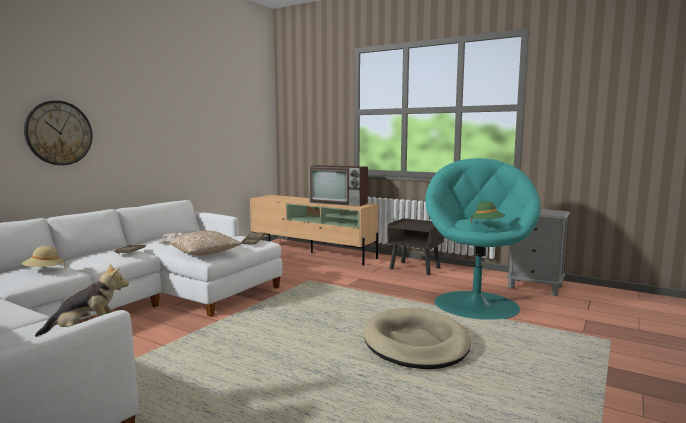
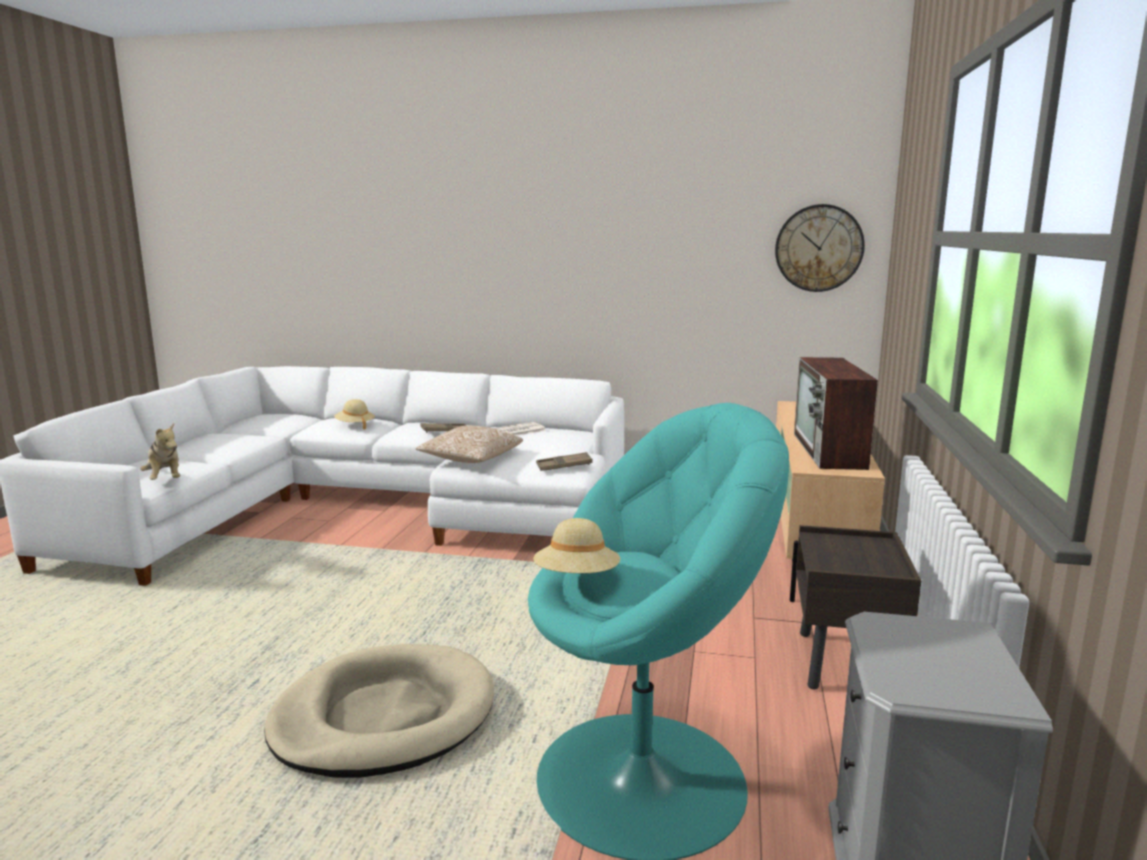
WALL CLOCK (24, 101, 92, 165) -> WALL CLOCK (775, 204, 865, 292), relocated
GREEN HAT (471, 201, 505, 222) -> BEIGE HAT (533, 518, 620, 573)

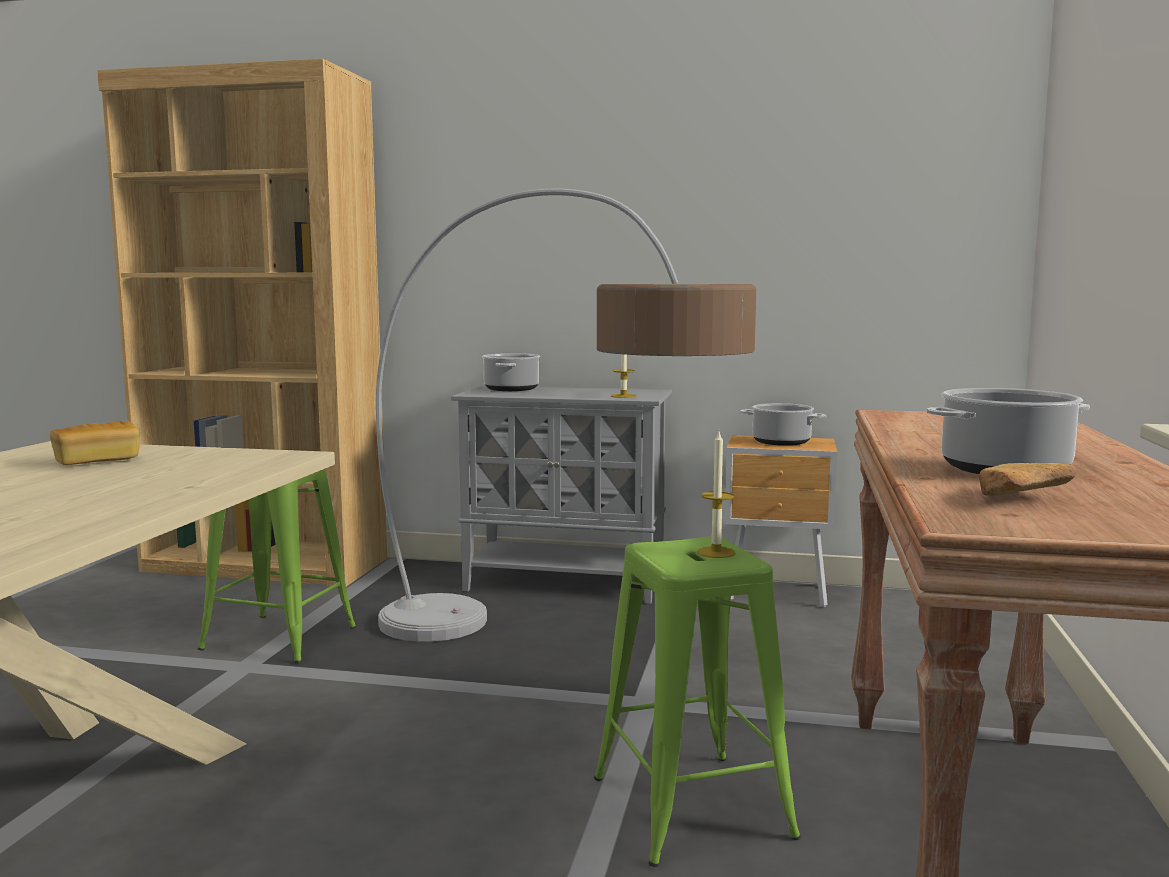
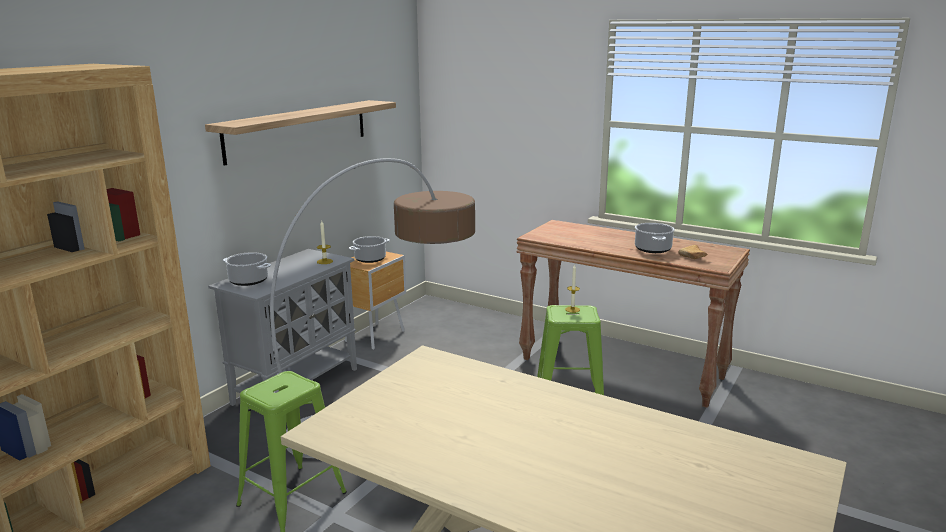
BREAD (50, 421, 140, 465) -> none
none -> SHELF (205, 100, 396, 166)

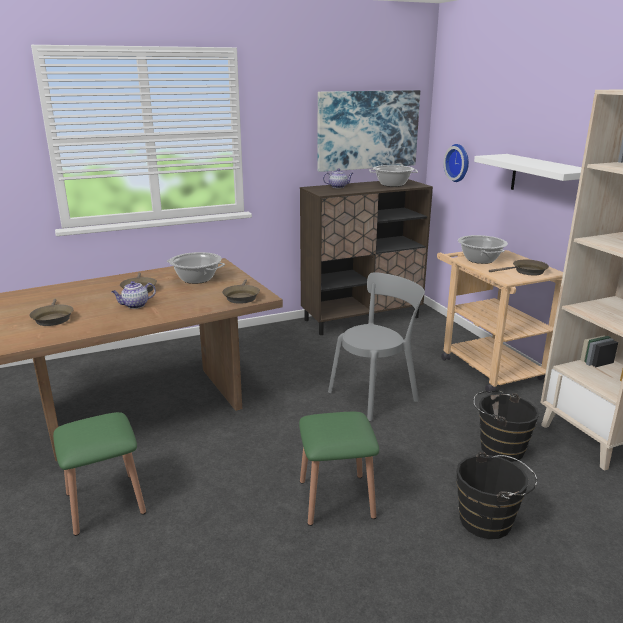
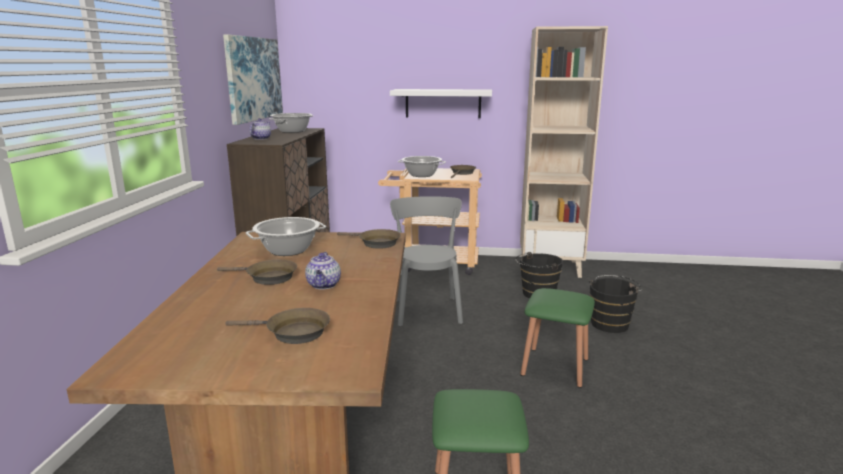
WALL CLOCK (444, 144, 469, 182) -> none

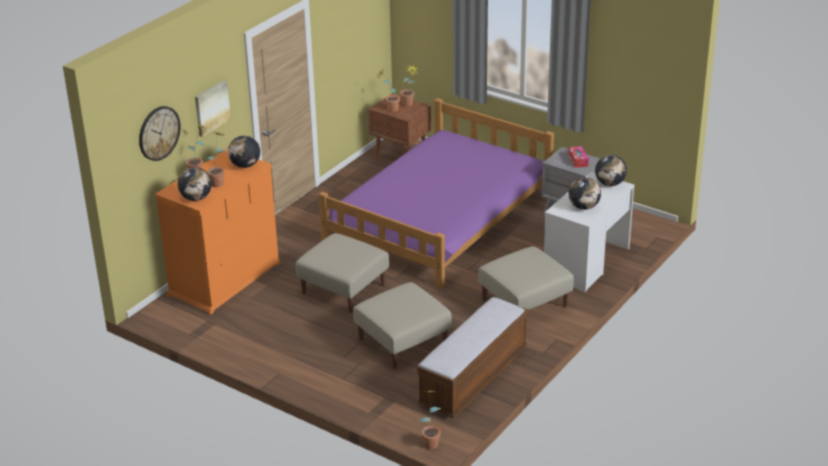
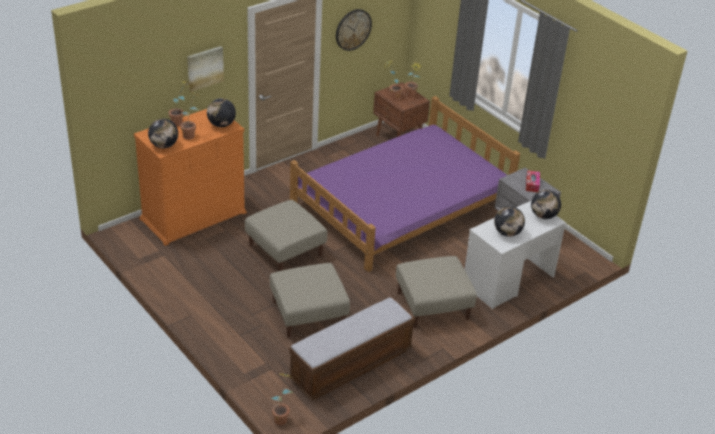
WALL CLOCK (139, 106, 181, 161) -> WALL CLOCK (336, 9, 372, 51), relocated

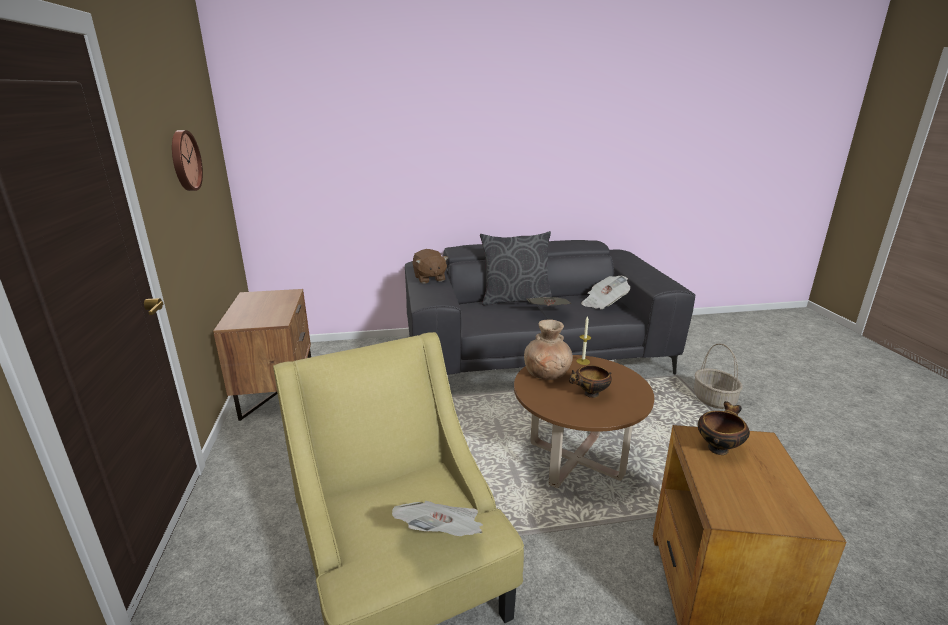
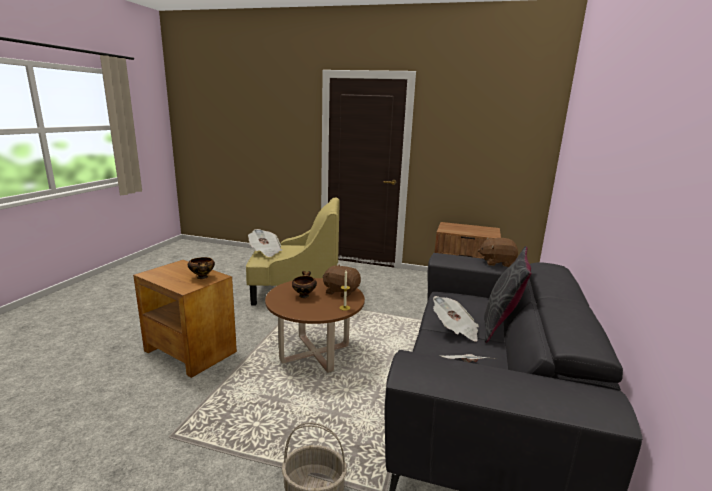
WALL CLOCK (172, 130, 203, 191) -> none
BROWN VASE (524, 320, 573, 380) -> BROWN PLUSH TOY (323, 264, 361, 298)

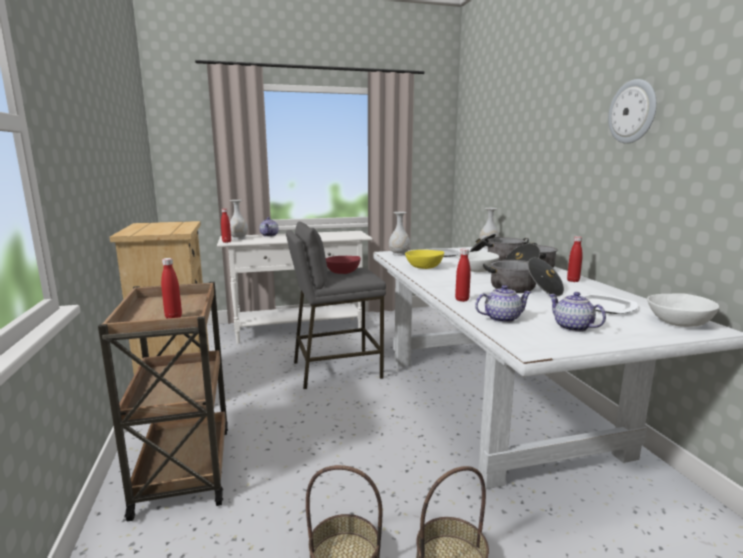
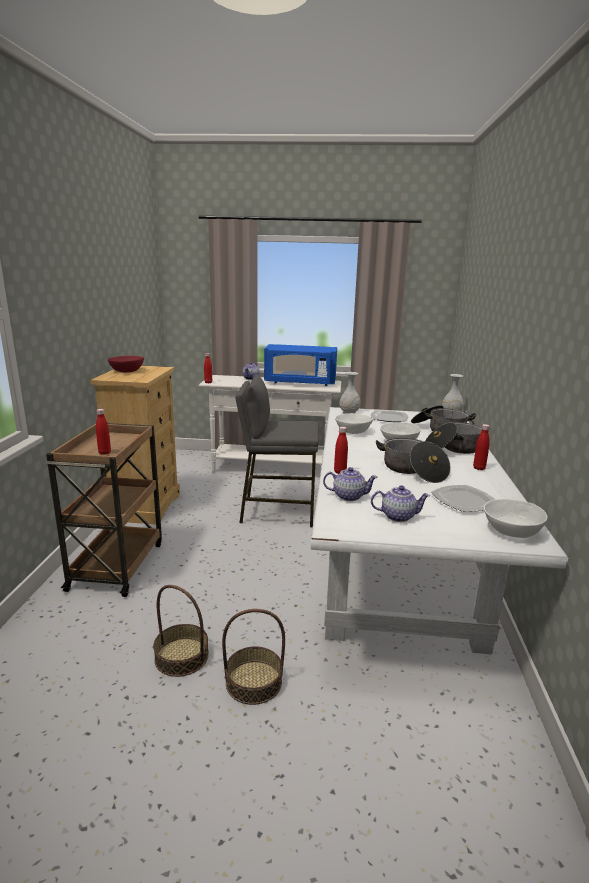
WALL CLOCK (608, 79, 657, 144) -> none
WHITE VASE (230, 200, 248, 240) -> none
YELLOW BOWL (405, 250, 444, 269) -> WHITE BOWL (335, 413, 373, 434)
RED BOWL (326, 256, 361, 274) -> RED BOWL (107, 356, 144, 373), relocated
TEAPOT (548, 292, 606, 332) -> TEAPOT (371, 485, 430, 522), 105 degrees clockwise
none -> BLUE MICROWAVE (264, 344, 337, 386)

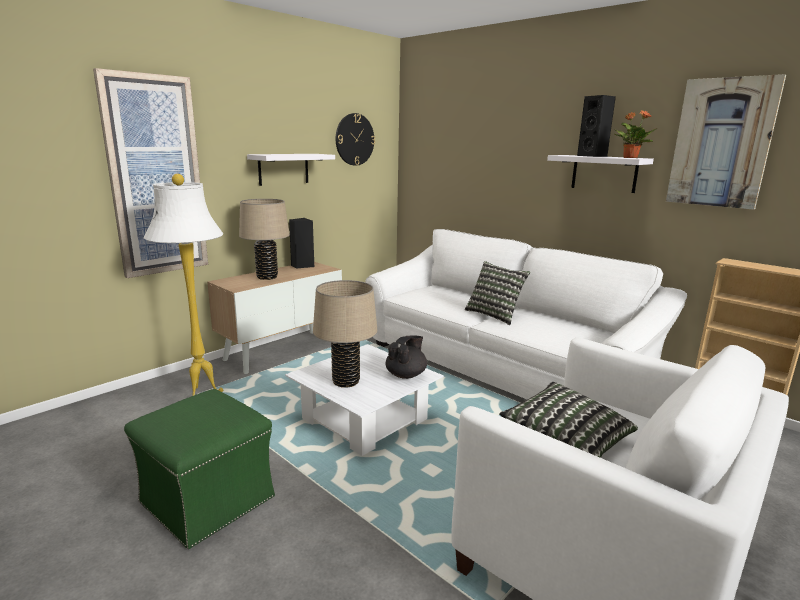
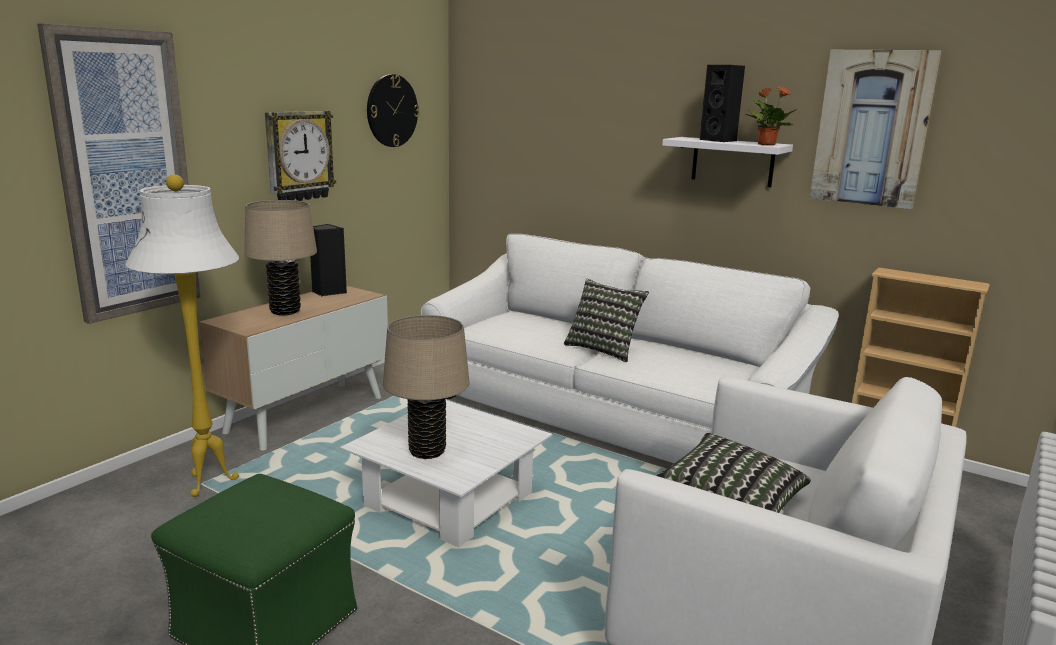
WHITE SHELF (247, 154, 335, 186) -> WALL CLOCK (265, 111, 336, 201)
BLACK TEAPOT (386, 335, 427, 379) -> none

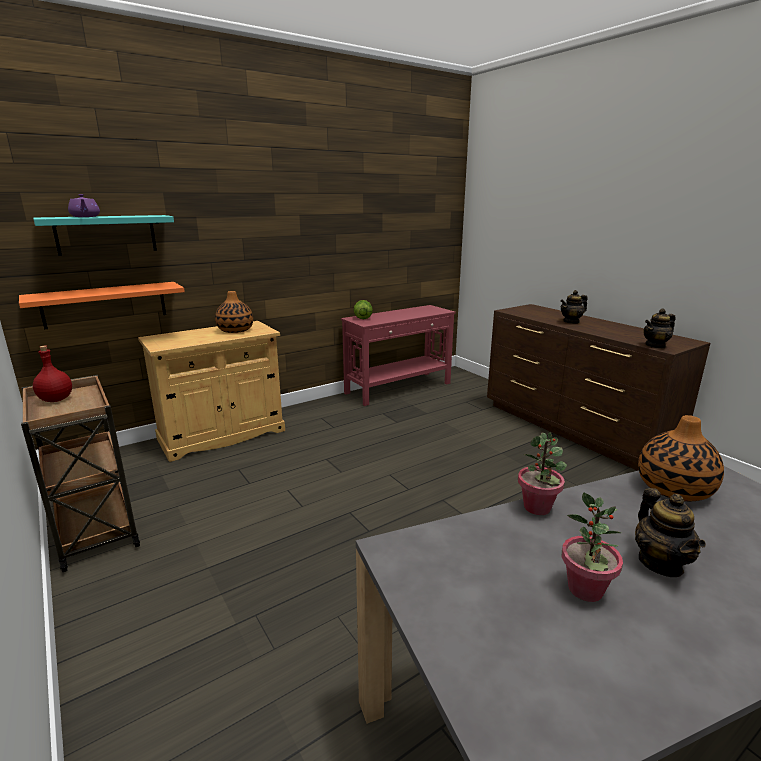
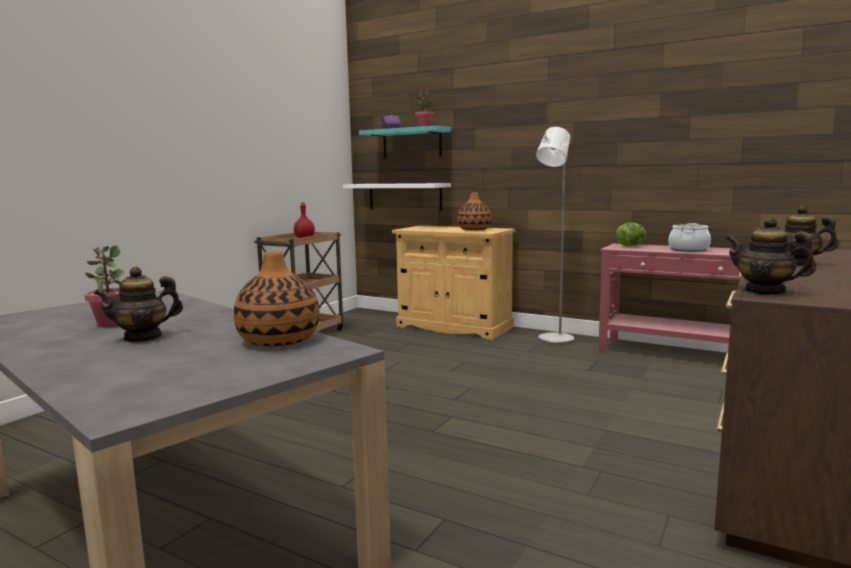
ORANGE SHELF (19, 282, 185, 330) -> WHITE SHELF (343, 183, 451, 211)
POTTED PLANT (518, 432, 567, 515) -> POTTED PLANT (415, 91, 434, 127), relocated
none -> GREY FLOOR LAMP (536, 127, 575, 346)
none -> COOKING POT (668, 223, 711, 252)

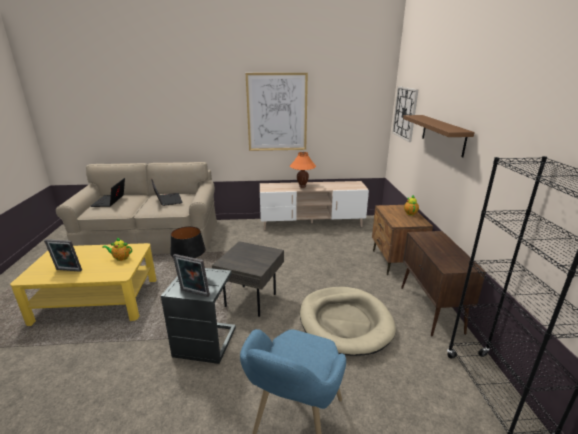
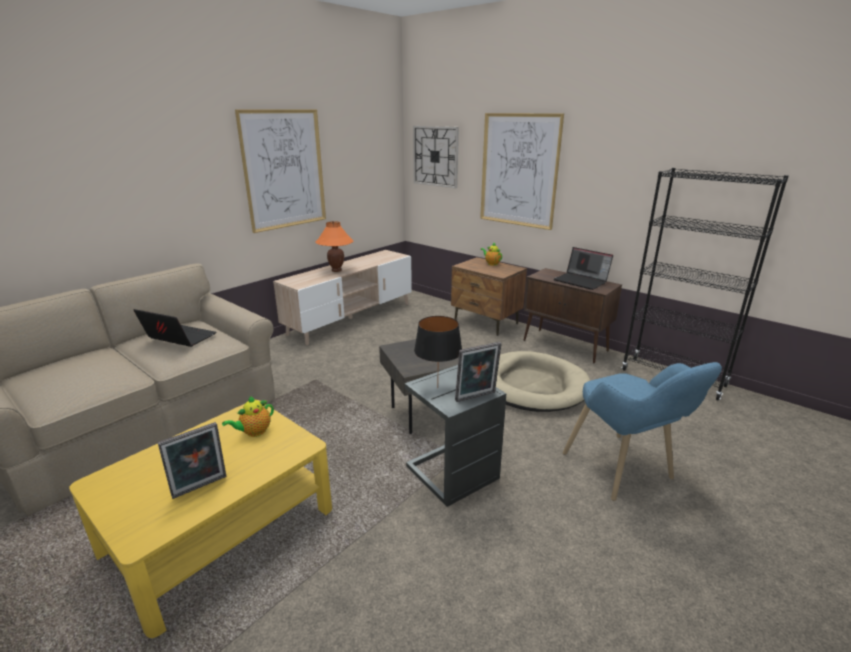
BROWN SHELF (403, 115, 475, 157) -> PICTURE (480, 113, 564, 230)
LAPTOP (91, 178, 125, 207) -> LAPTOP (554, 247, 613, 290), relocated

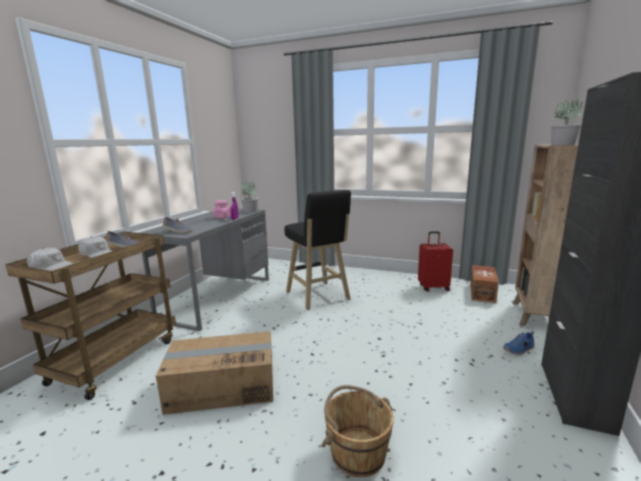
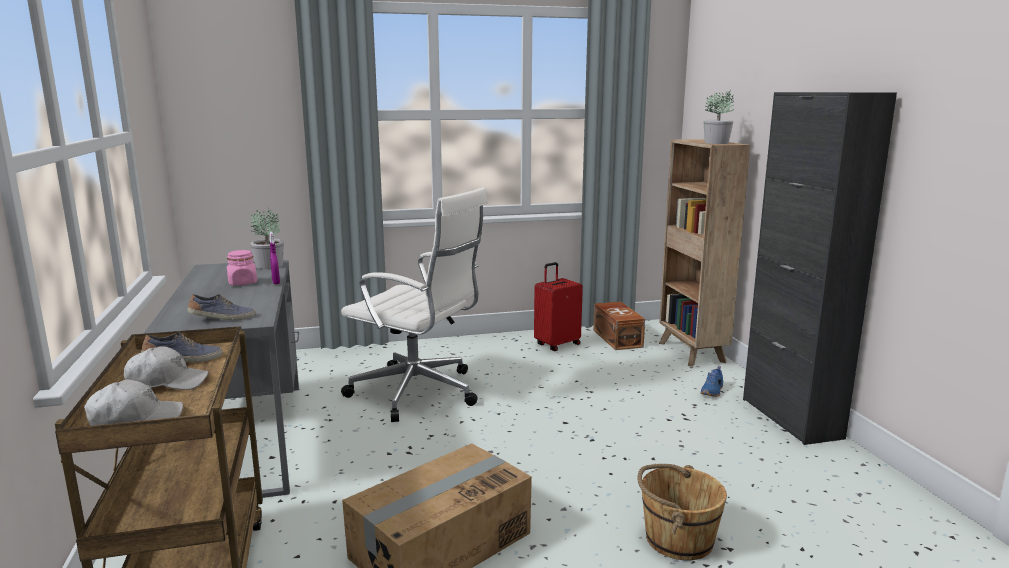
BLACK STOOL (284, 190, 351, 310) -> WHITE OFFICE CHAIR (341, 187, 488, 422)

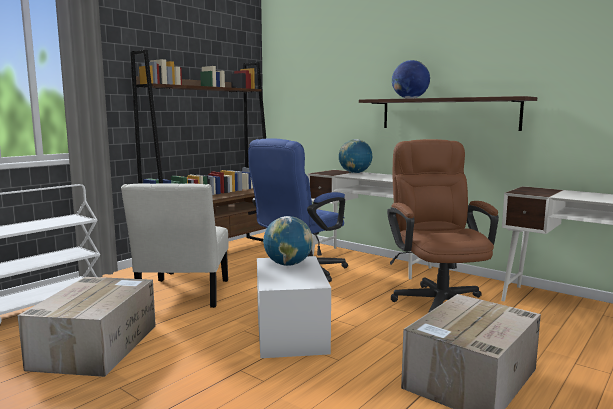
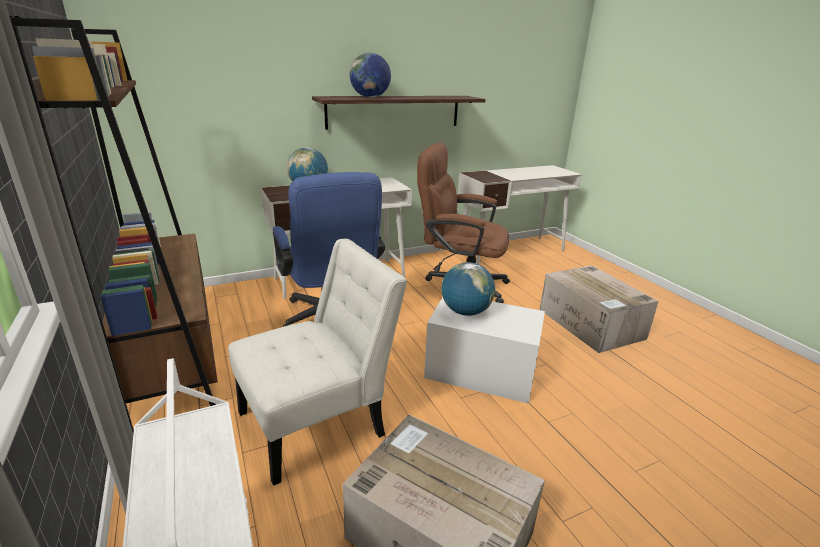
WHITE CHAIR (121, 183, 228, 308) -> WHITE CHAIR (228, 239, 407, 486), 60 degrees counterclockwise

